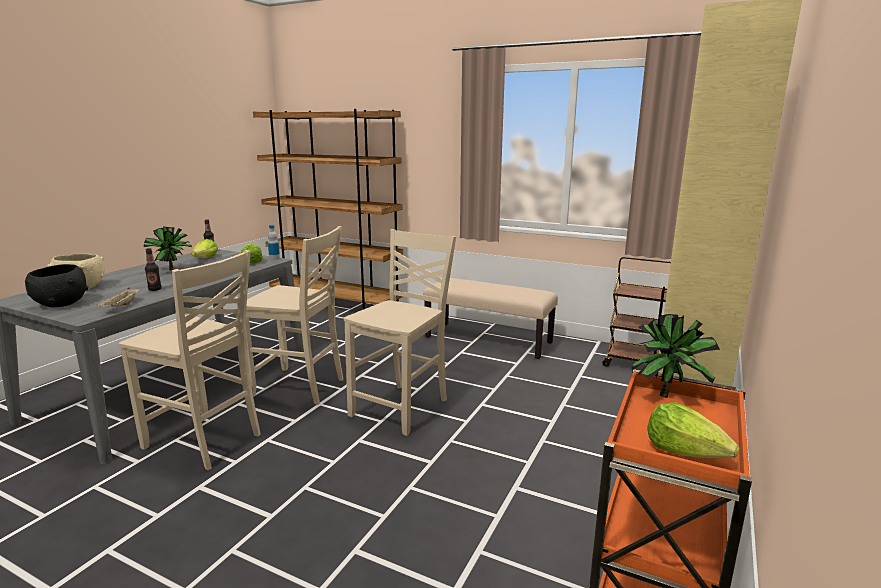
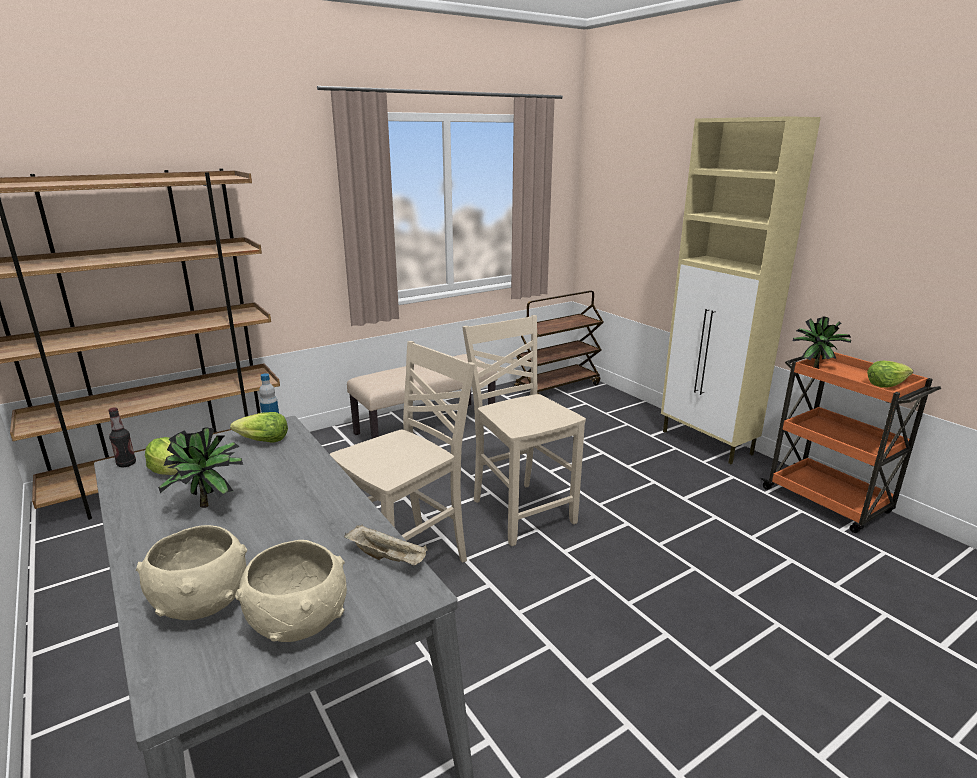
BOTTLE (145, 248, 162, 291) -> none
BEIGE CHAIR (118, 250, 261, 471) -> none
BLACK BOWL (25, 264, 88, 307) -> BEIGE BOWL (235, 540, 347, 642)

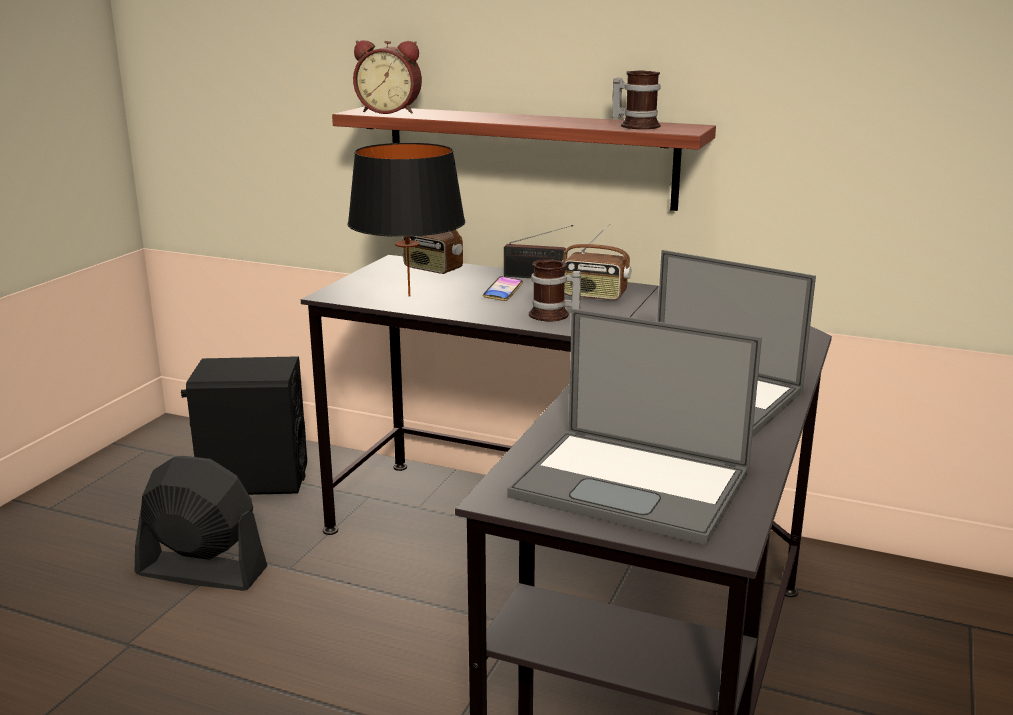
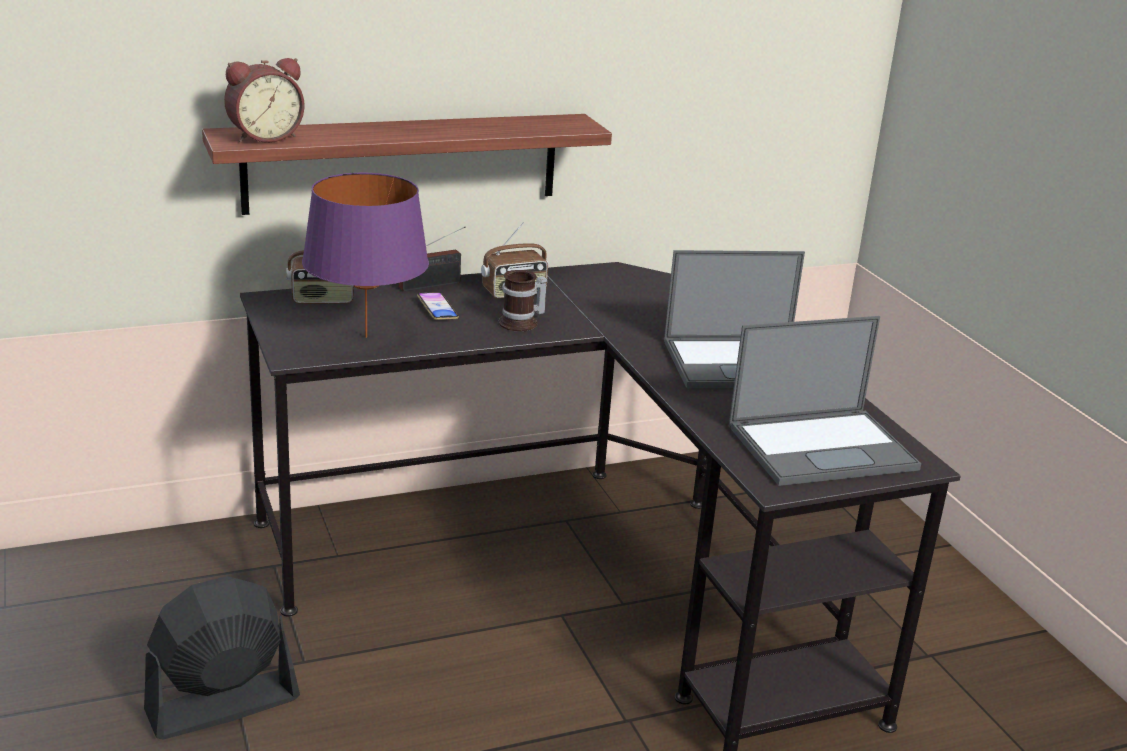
MUG (612, 71, 661, 129) -> none
BLACK TABLE LAMP (347, 143, 465, 296) -> PURPLE TABLE LAMP (302, 173, 429, 338)
BLACK SPEAKER (181, 356, 307, 495) -> none

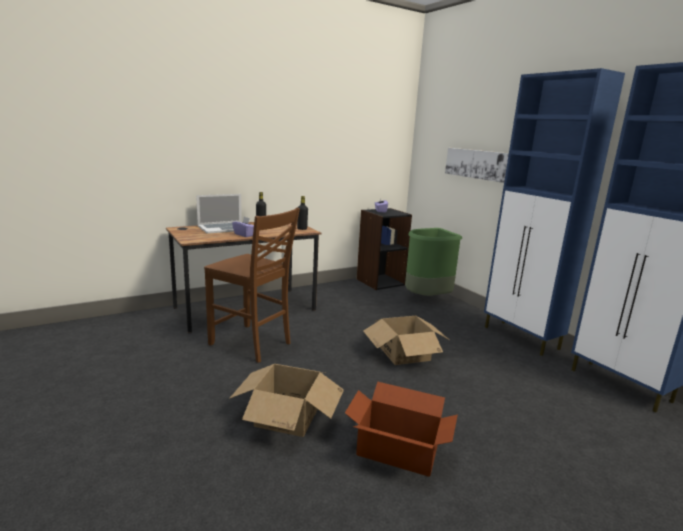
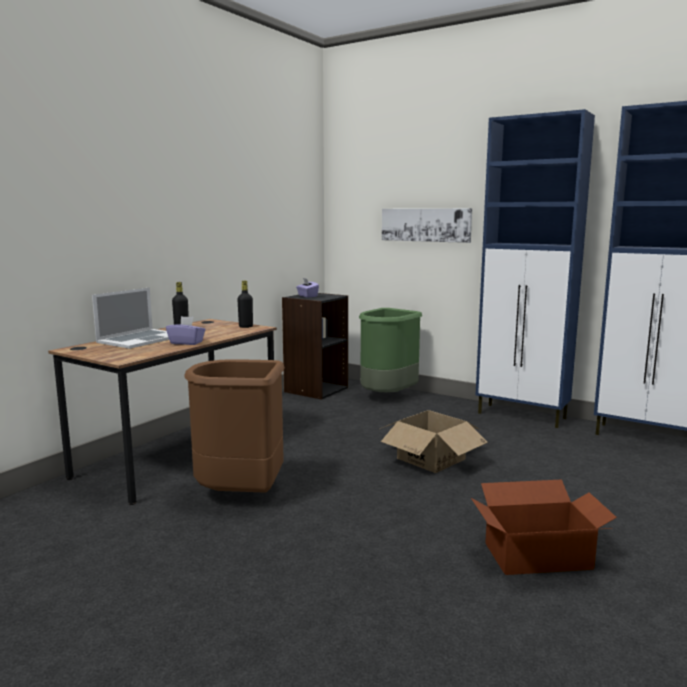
BROWN CHAIR (204, 208, 300, 363) -> BROWN TRASH CAN (184, 359, 285, 493)
CARDBOARD BOX (229, 364, 344, 437) -> none

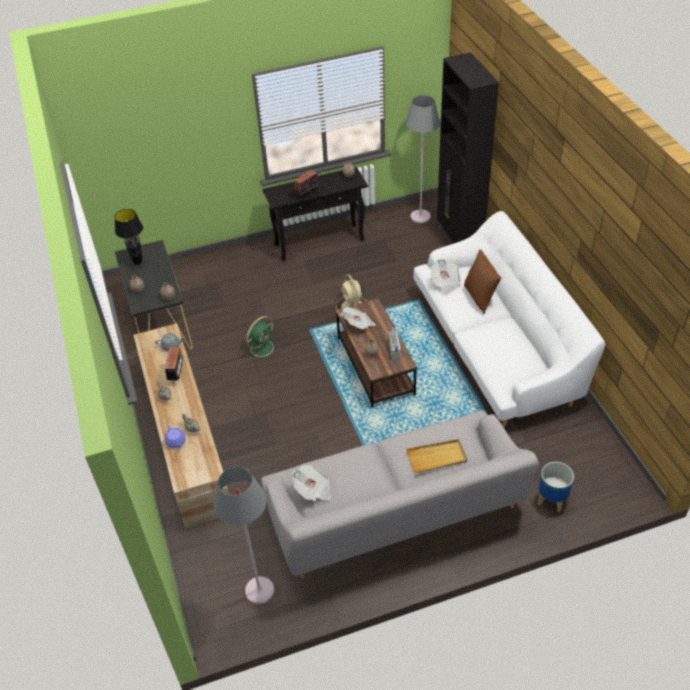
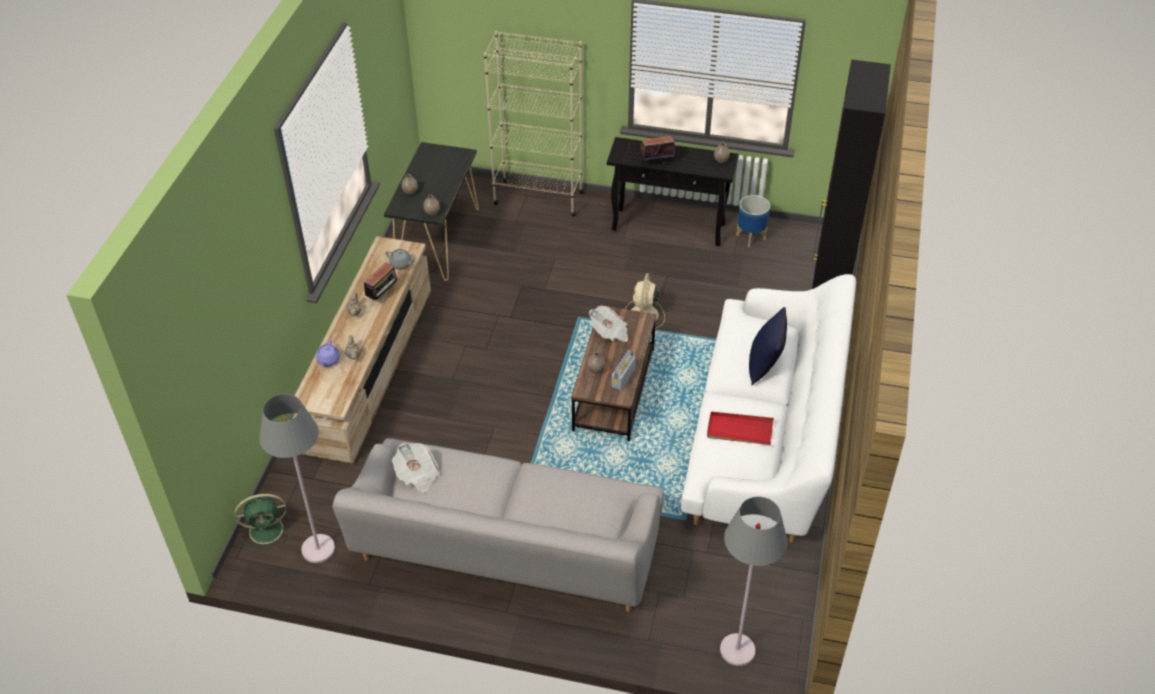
GREY FLOOR LAMP (405, 95, 440, 223) -> GREY FLOOR LAMP (720, 497, 787, 666), relocated
BLACK TABLE LAMP (114, 209, 143, 265) -> none
BROWN PILLOW (464, 249, 501, 314) -> BLUE PILLOW (749, 307, 787, 385)
NEWSPAPER (431, 259, 461, 294) -> none
GREEN FAN (245, 316, 280, 361) -> GREEN FAN (235, 494, 292, 550), relocated
BEIGE TRAY (406, 439, 467, 473) -> none
PLANTER (538, 462, 574, 512) -> PLANTER (736, 195, 770, 247), relocated
none -> BEIGE BOOKCASE (484, 31, 585, 217)
none -> RED TRAY (707, 411, 774, 446)

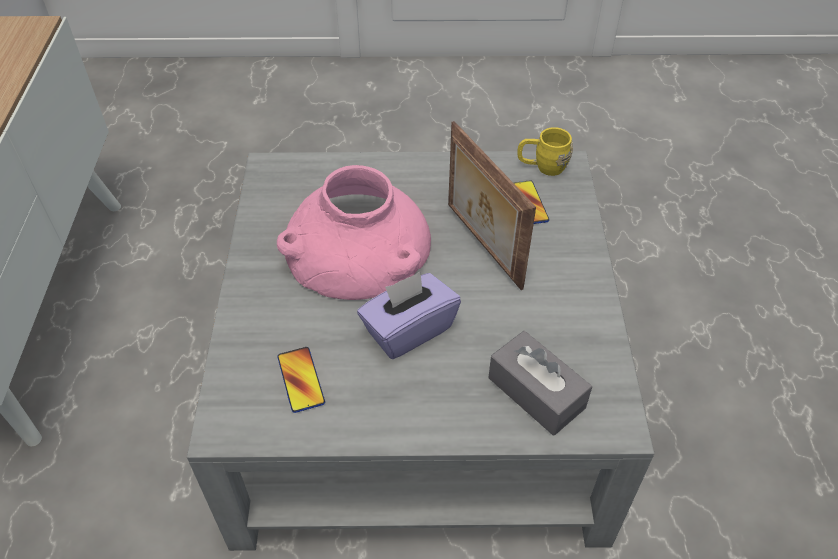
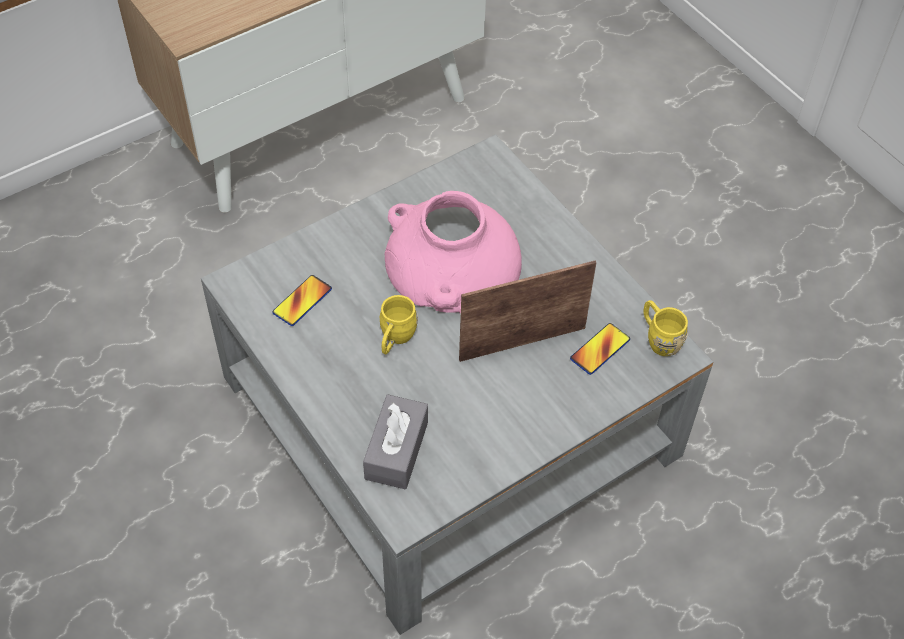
PICTURE FRAME (448, 121, 536, 290) -> PICTURE FRAME (459, 260, 597, 362), 45 degrees clockwise
PURPLE TISSUE BOX (357, 272, 461, 359) -> YELLOW MUG (380, 295, 418, 354)

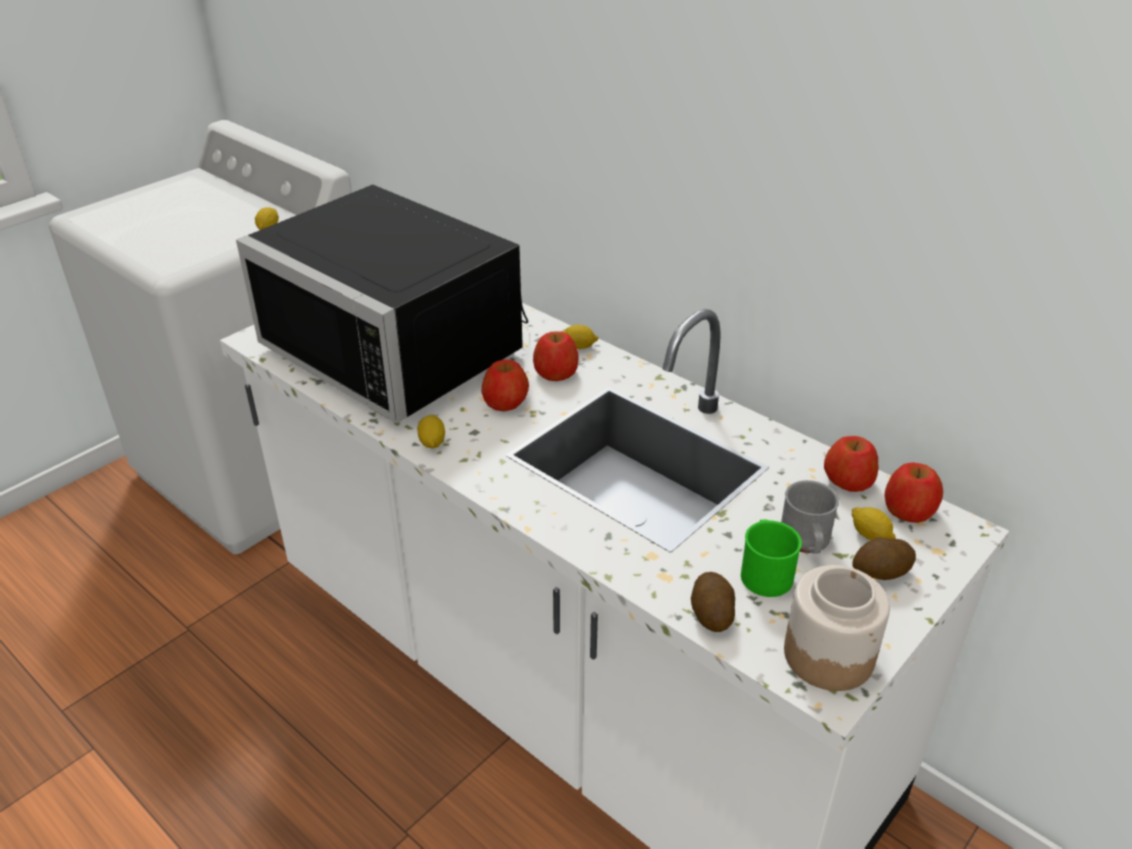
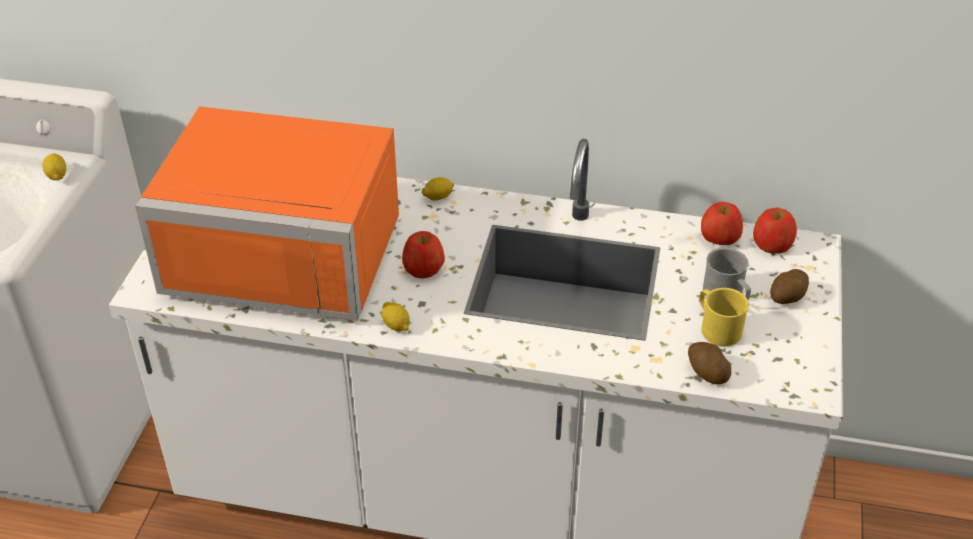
BLACK MICROWAVE (236, 184, 528, 423) -> ORANGE MICROWAVE (135, 106, 399, 321)
APPLE (533, 331, 579, 381) -> none
LEMON (852, 507, 896, 540) -> none
GREEN MUG (741, 520, 802, 597) -> YELLOW MUG (699, 288, 749, 346)
JAR (784, 565, 890, 691) -> none

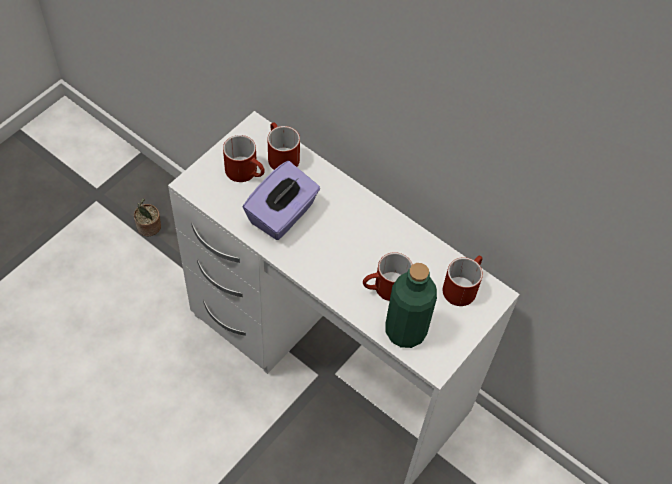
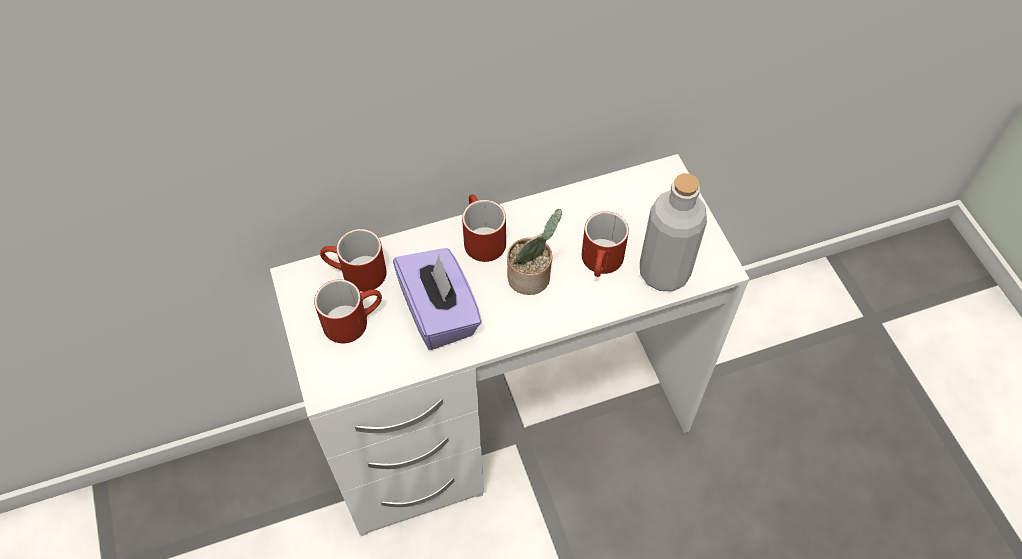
POTTED PLANT (134, 198, 161, 236) -> POTTED PLANT (507, 209, 562, 295), relocated
RED MUG (443, 256, 483, 306) -> RED MUG (462, 194, 506, 262), relocated
GREEN BOTTLE (386, 263, 437, 348) -> GREY BOTTLE (640, 173, 707, 291)

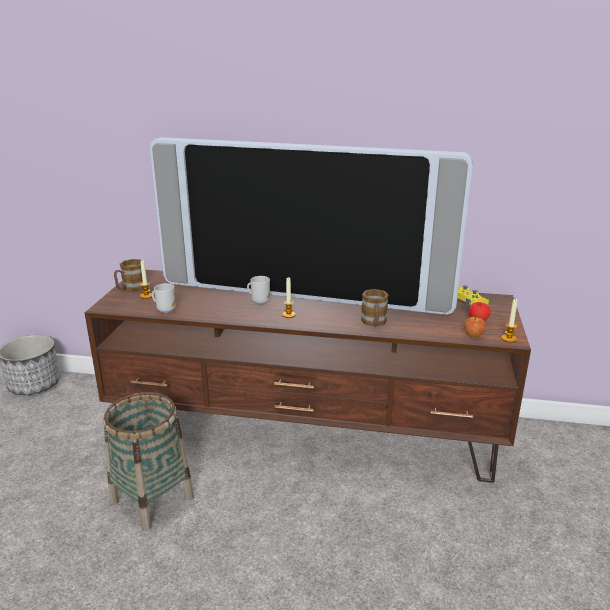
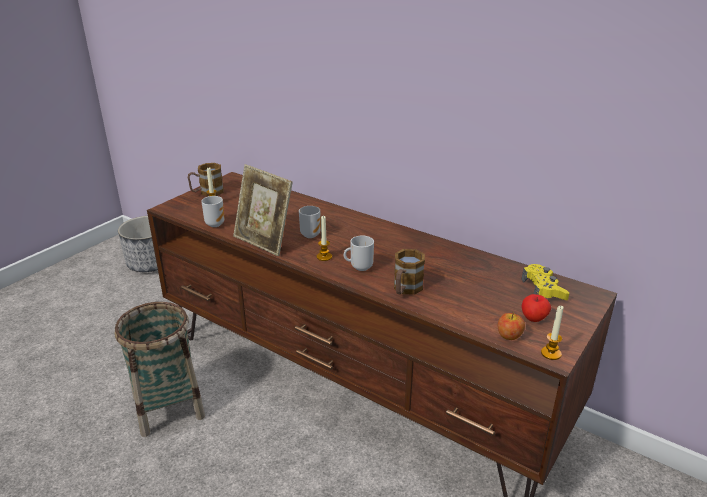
TELEVISION (150, 137, 473, 315) -> none
none -> PICTURE FRAME (233, 164, 293, 256)
none -> MUG (344, 236, 374, 271)

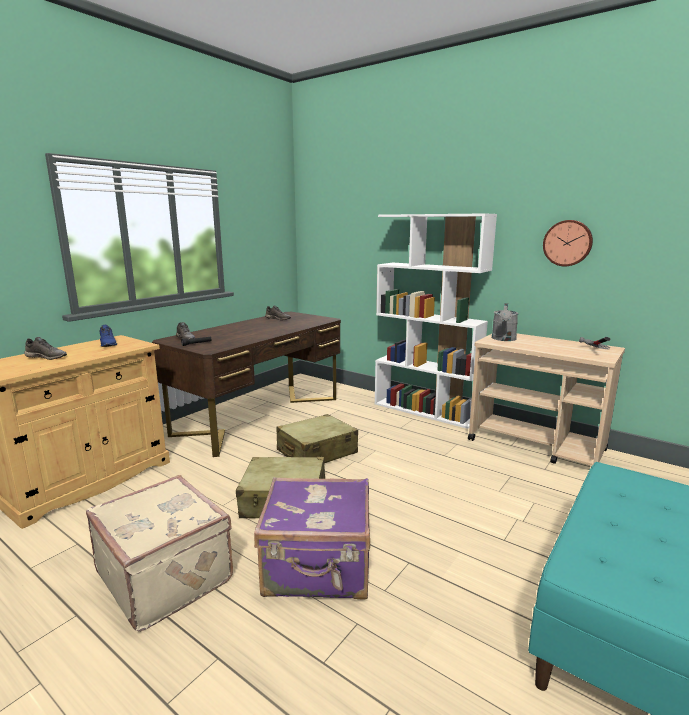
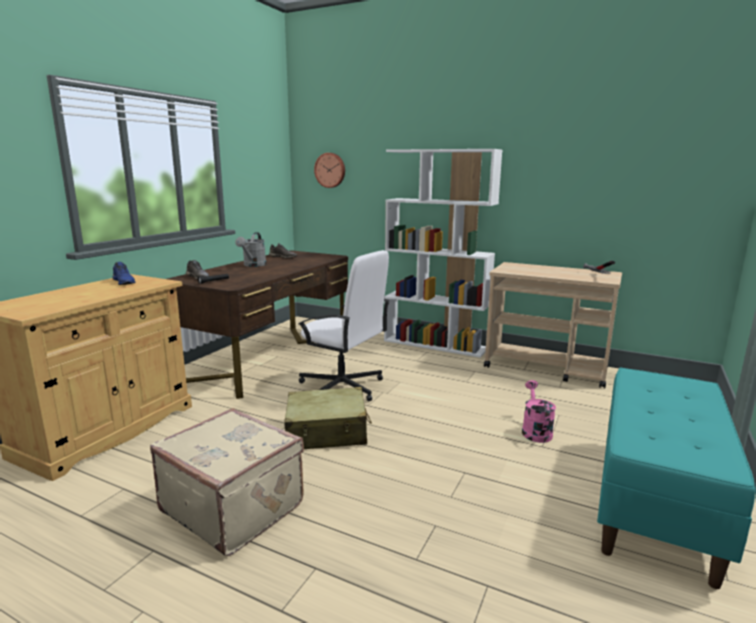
WALL CLOCK (543, 220, 593, 266) -> WALL CLOCK (314, 153, 345, 188), relocated
GREY WATERING CAN (492, 303, 518, 341) -> GREY WATERING CAN (235, 232, 267, 267), relocated
GREY SHOE (24, 337, 67, 360) -> none
BEIGE SUITCASE (276, 414, 358, 463) -> WHITE OFFICE CHAIR (298, 250, 390, 401)
PURPLE SUITCASE (254, 477, 370, 600) -> none
none -> PINK WATERING CAN (522, 380, 556, 443)

